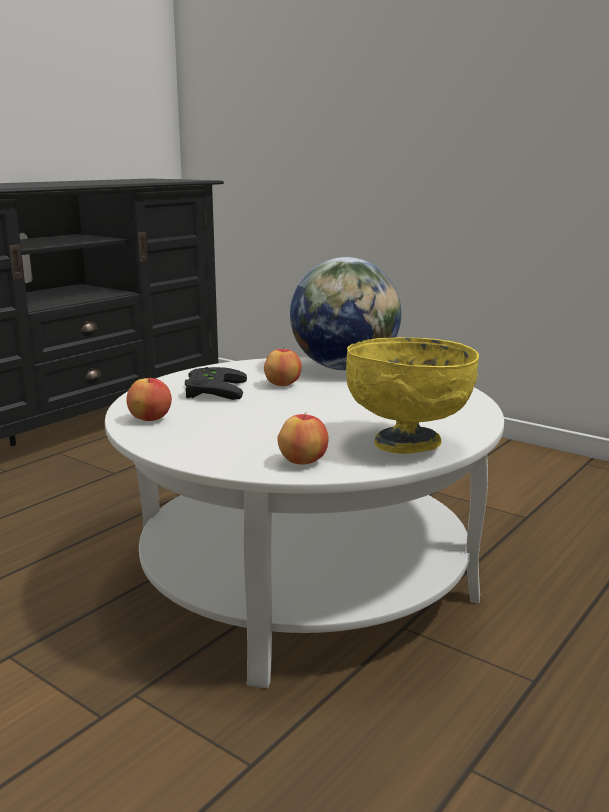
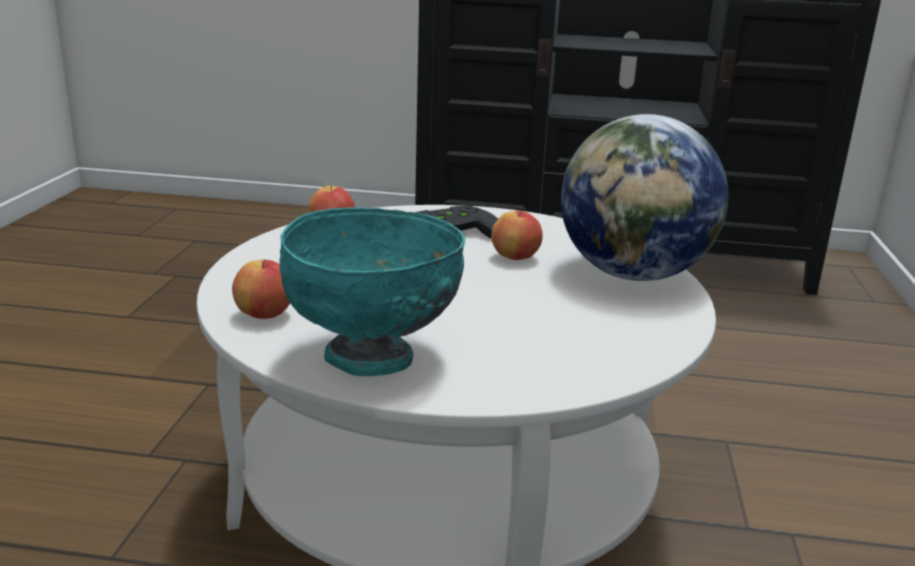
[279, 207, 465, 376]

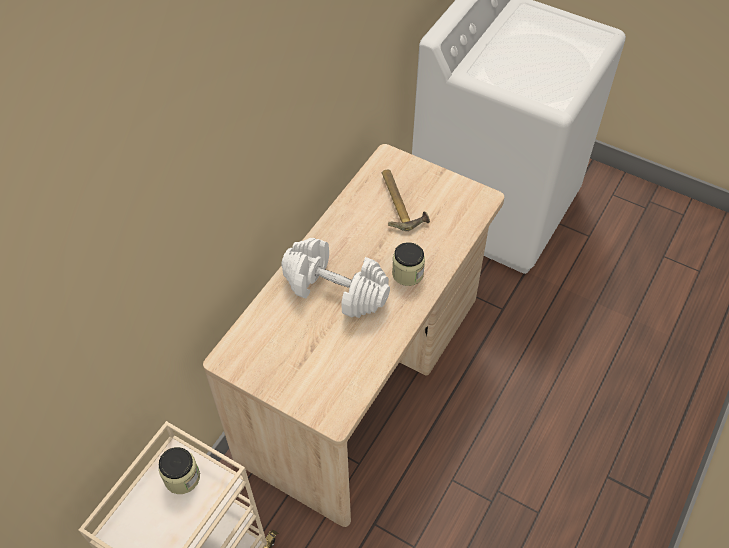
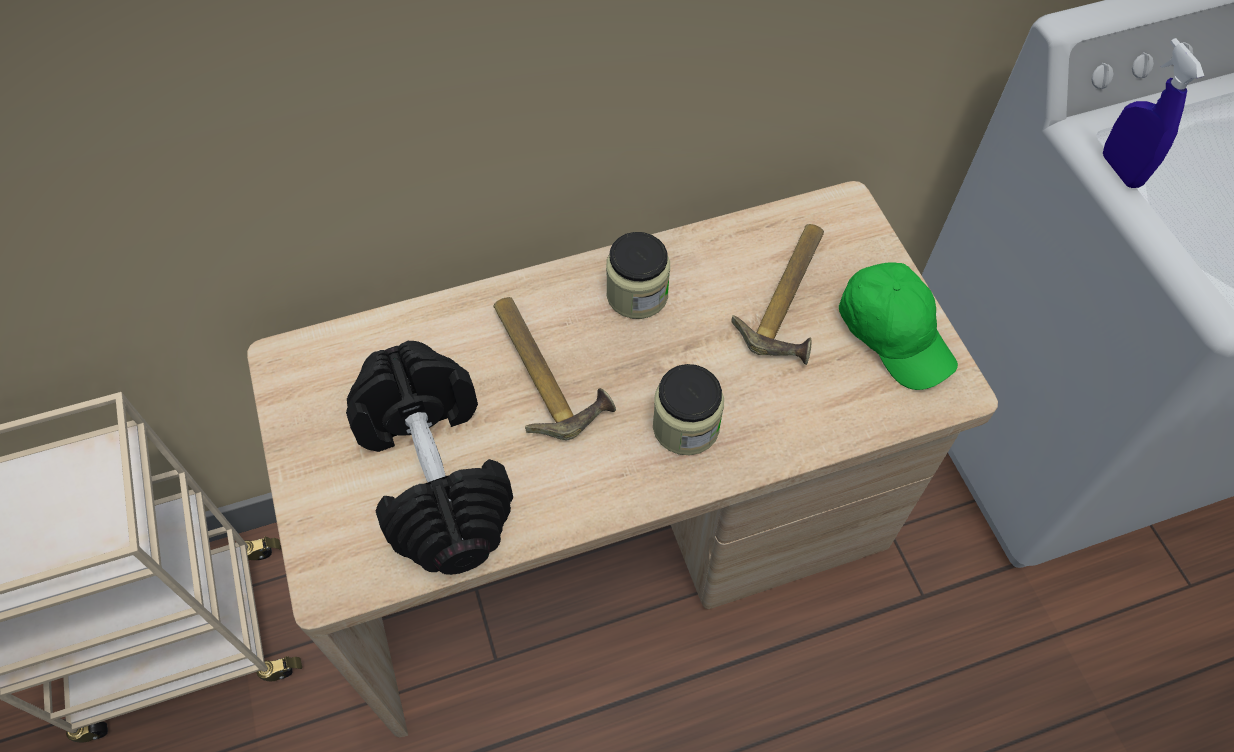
[493, 297, 616, 440]
[606, 232, 670, 319]
[1103, 38, 1204, 188]
[839, 262, 958, 390]
[346, 341, 513, 575]

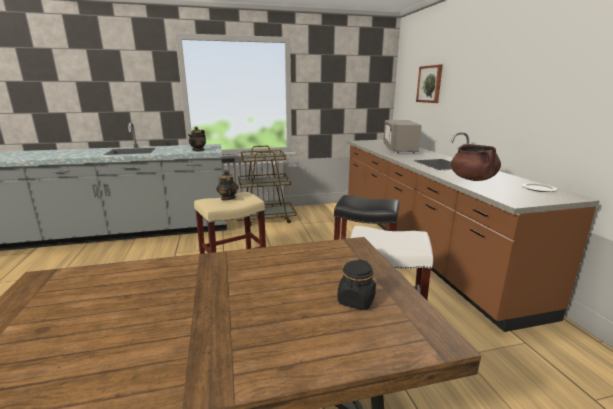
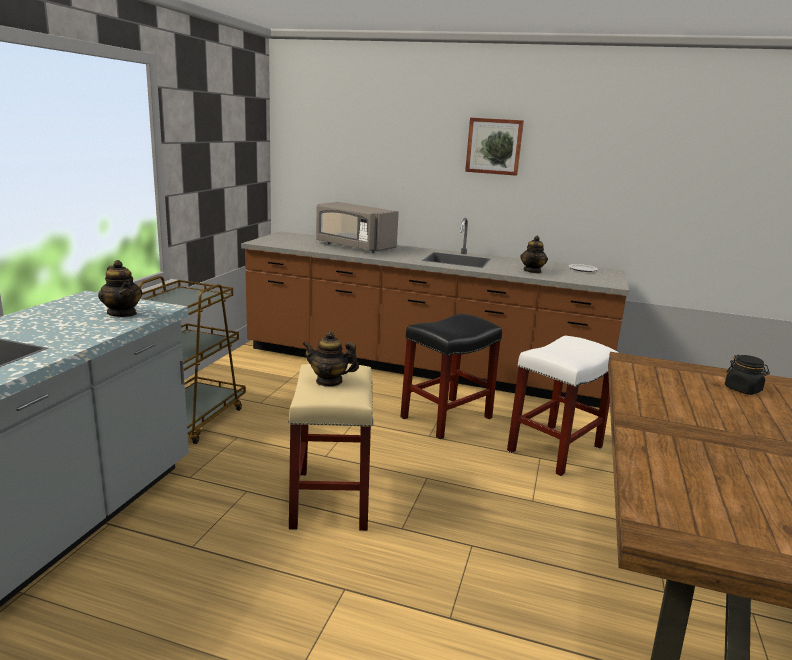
[465, 118, 524, 176]
[520, 236, 548, 273]

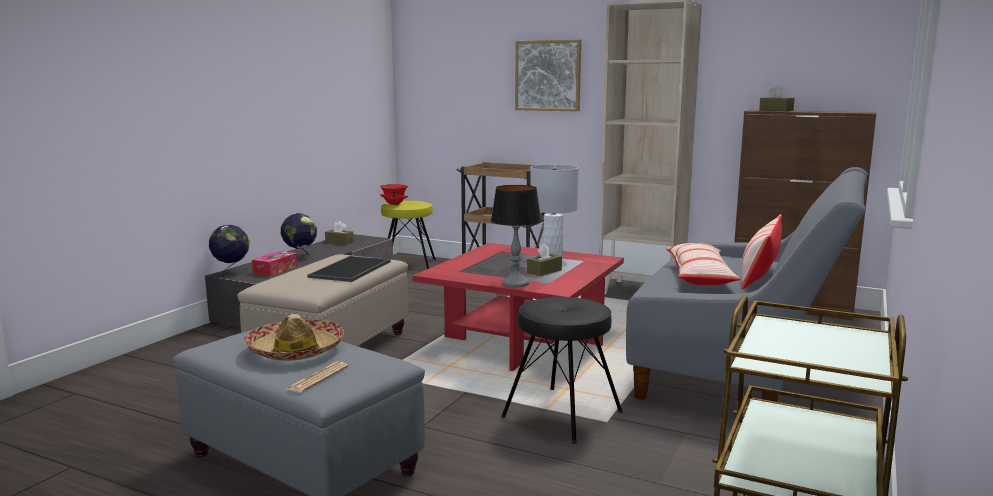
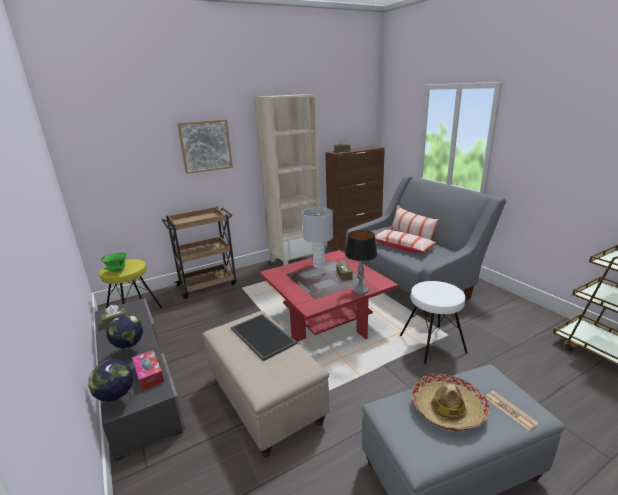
[101, 253, 126, 272]
[400, 281, 468, 365]

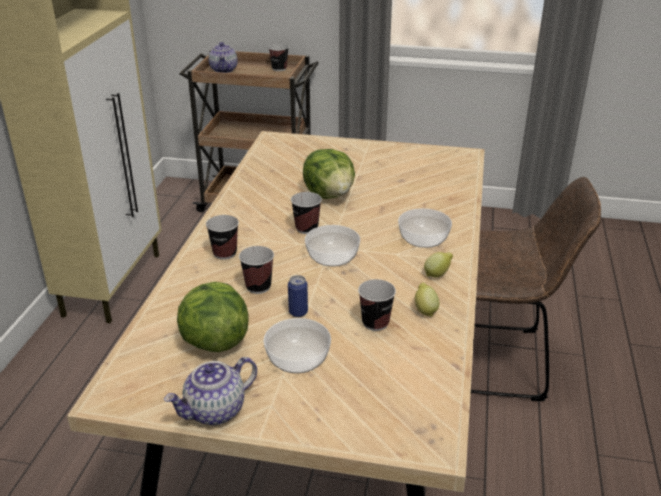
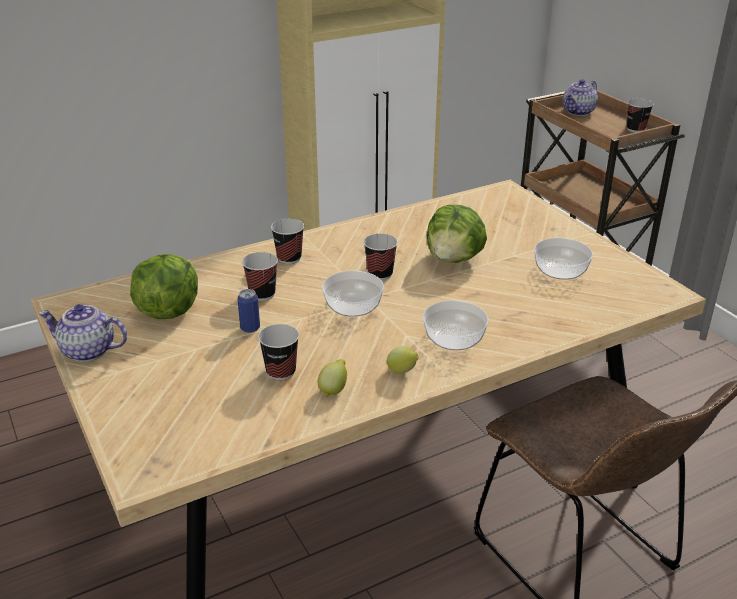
[534, 238, 593, 280]

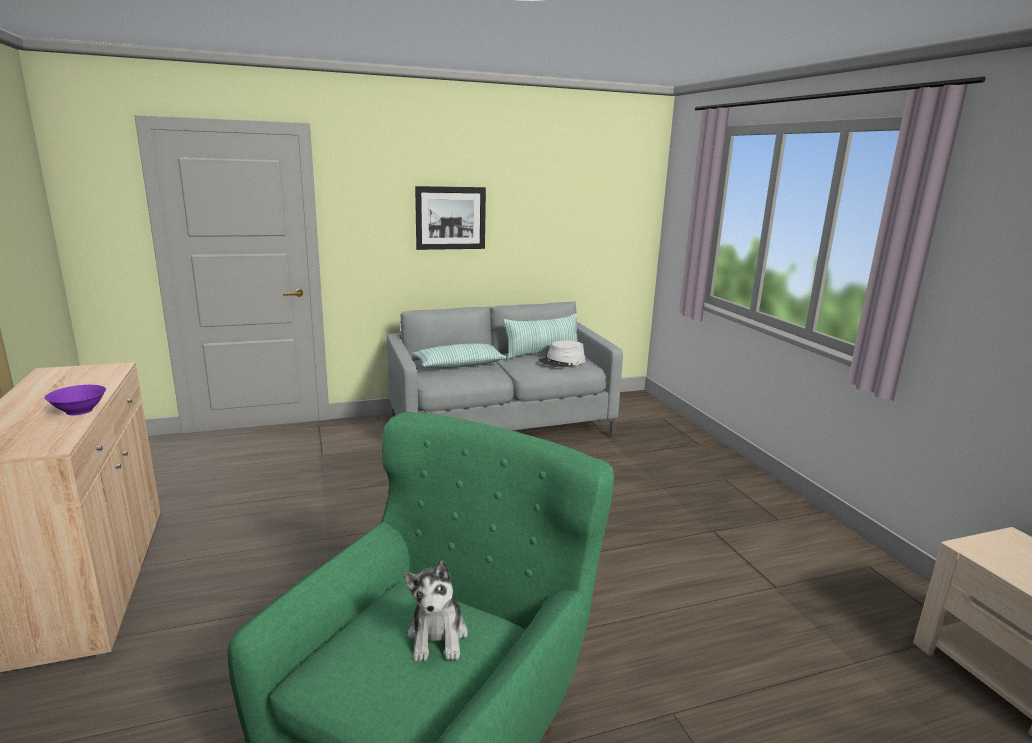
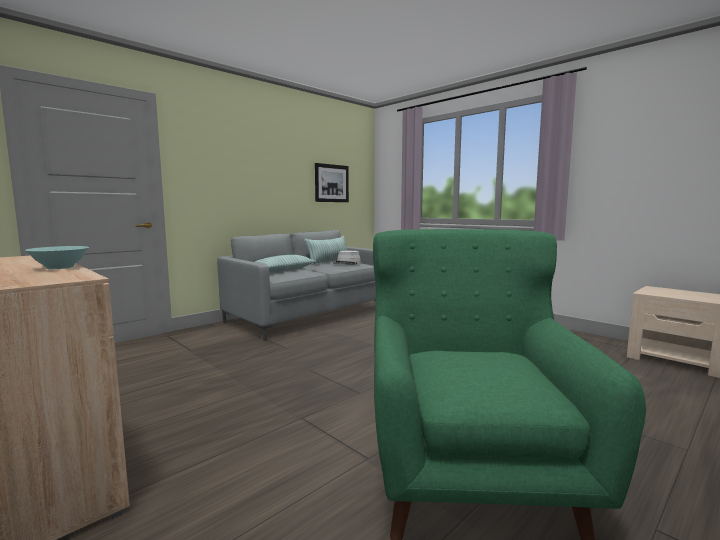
[315, 163, 349, 202]
[25, 246, 89, 269]
[404, 561, 468, 661] (first image)

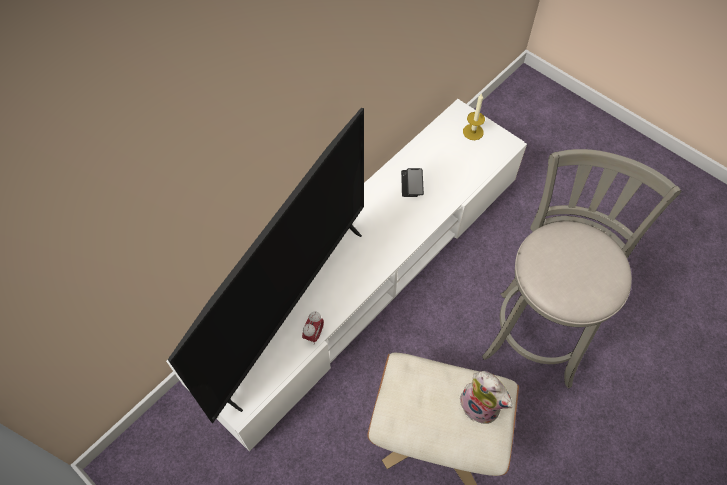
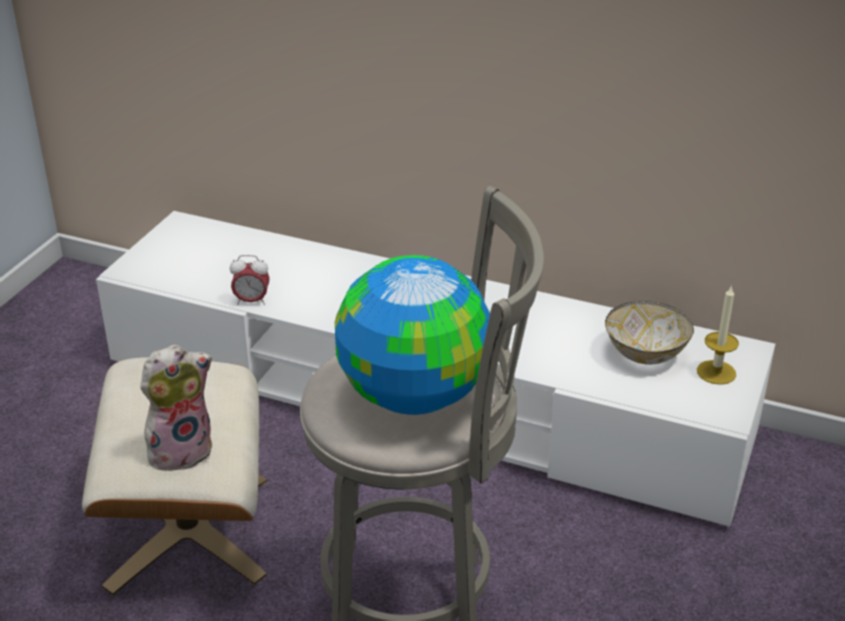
[168, 108, 364, 424] (first image)
[401, 168, 424, 197] (first image)
[140, 344, 212, 471]
[335, 255, 490, 415]
[605, 301, 694, 365]

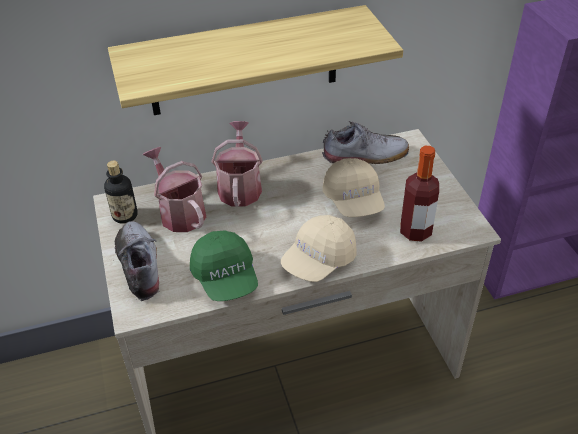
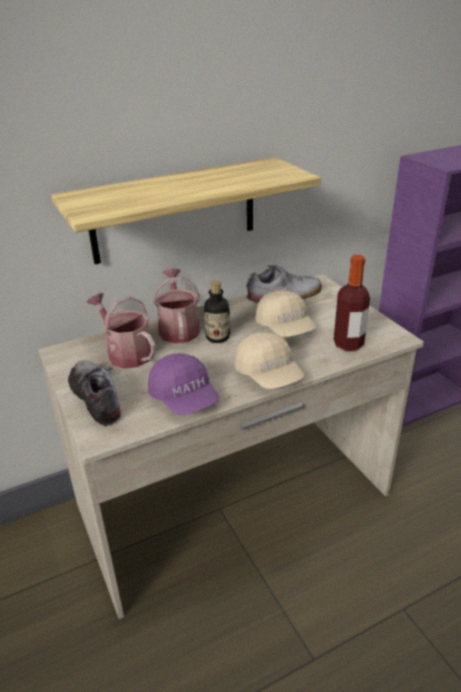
[204, 281, 230, 343]
[234, 332, 304, 389]
[148, 353, 220, 415]

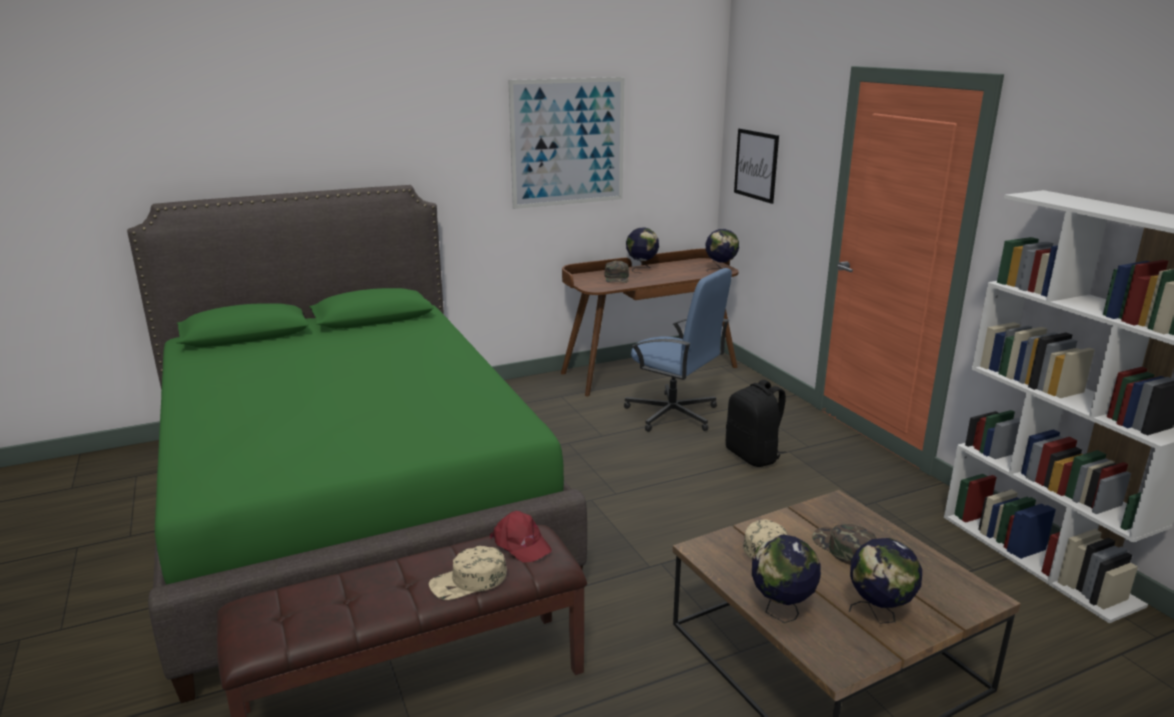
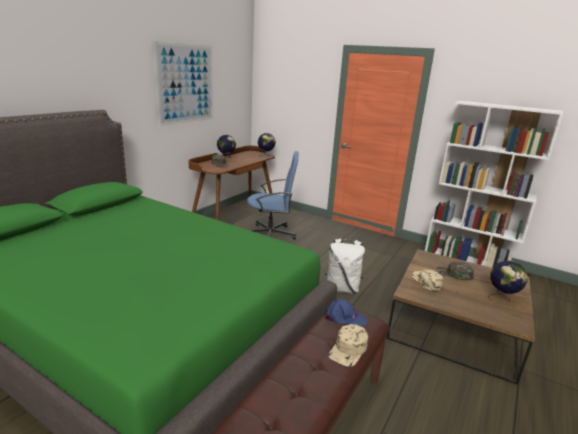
[734, 128, 779, 204] (first image)
[726, 380, 787, 467] (first image)
[324, 299, 367, 327]
[752, 535, 821, 623] (first image)
[325, 239, 365, 294]

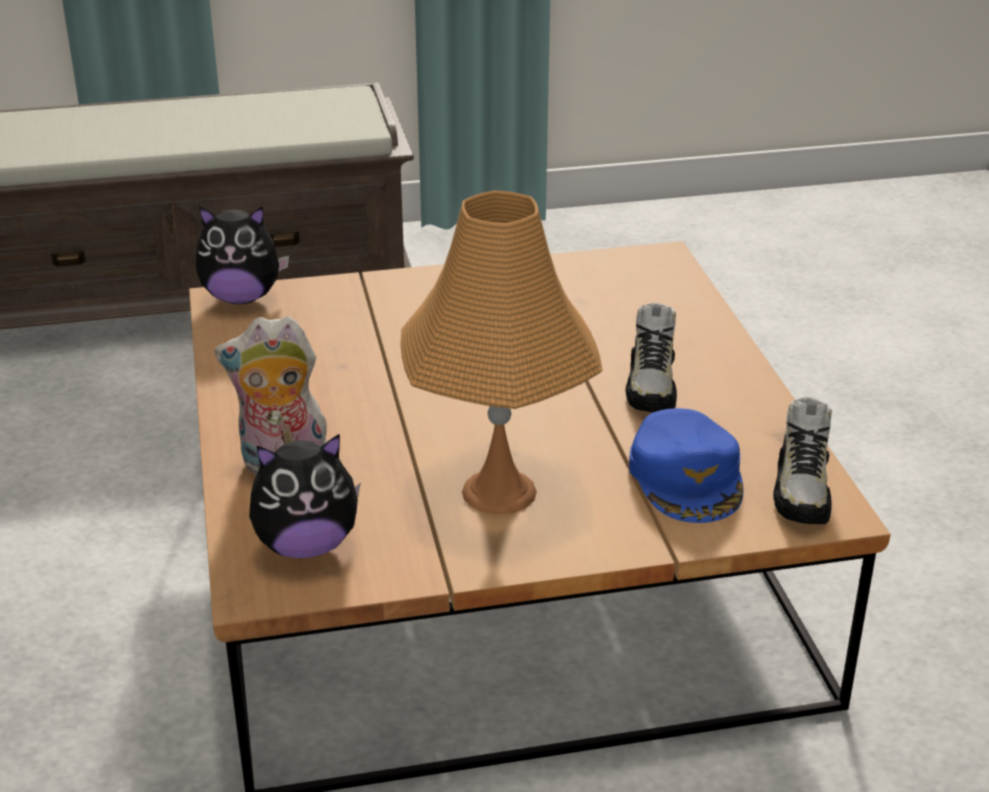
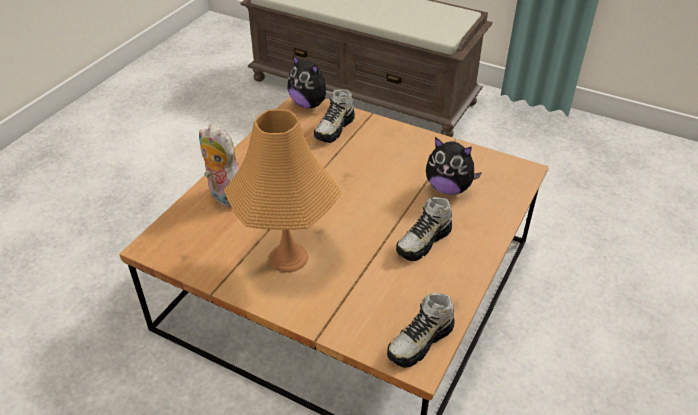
[629, 408, 743, 523] (first image)
[426, 137, 482, 195]
[314, 89, 355, 143]

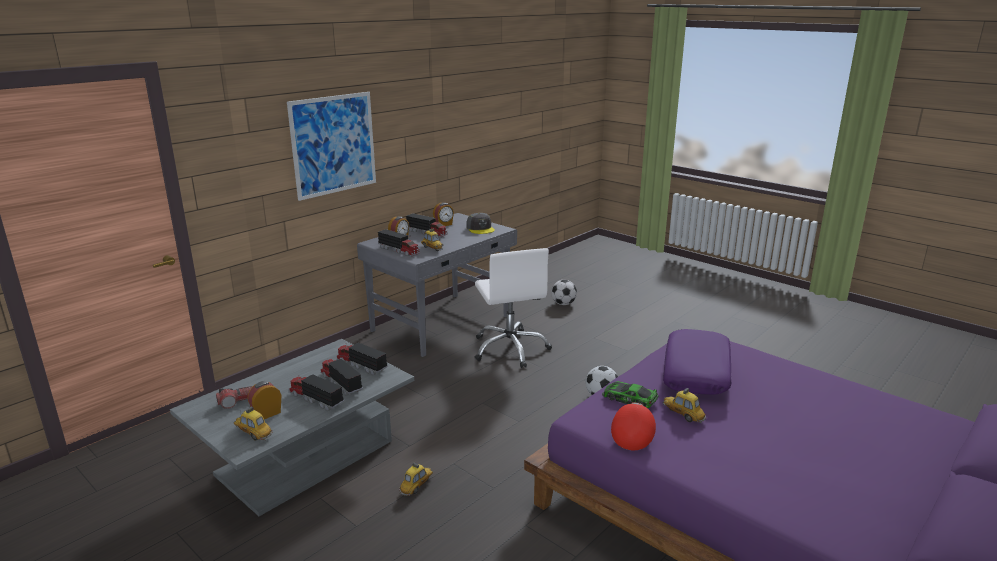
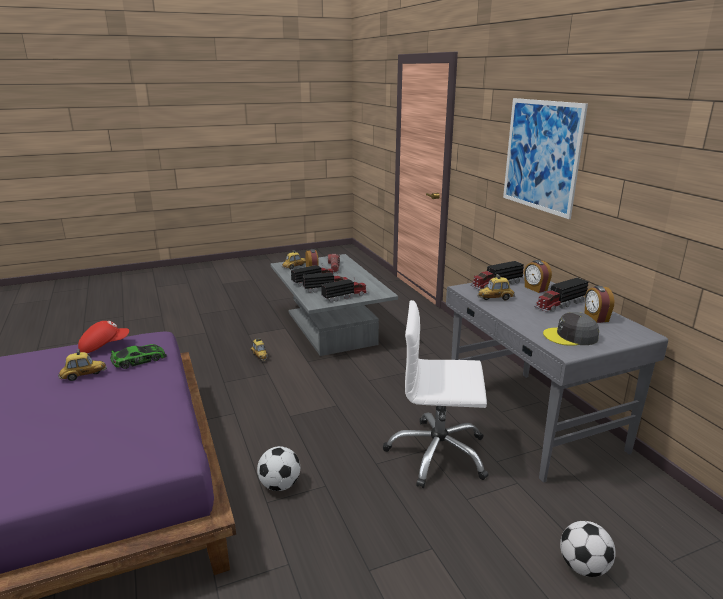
[663, 329, 731, 395] (first image)
[78, 321, 129, 353]

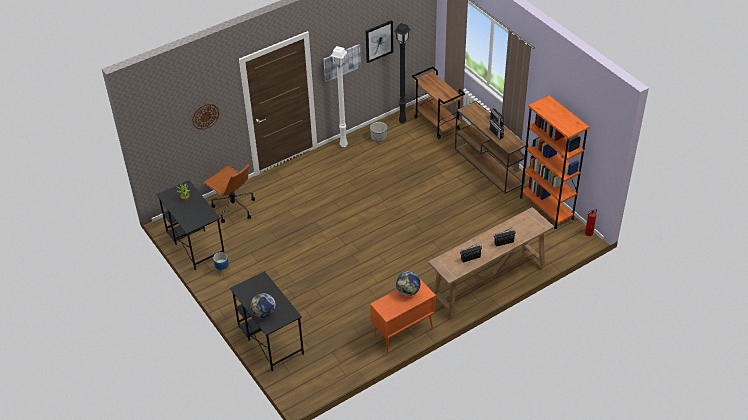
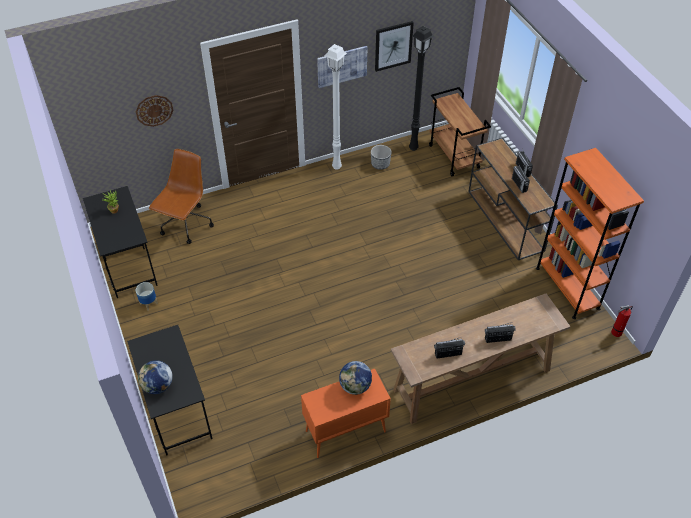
[149, 149, 214, 244]

